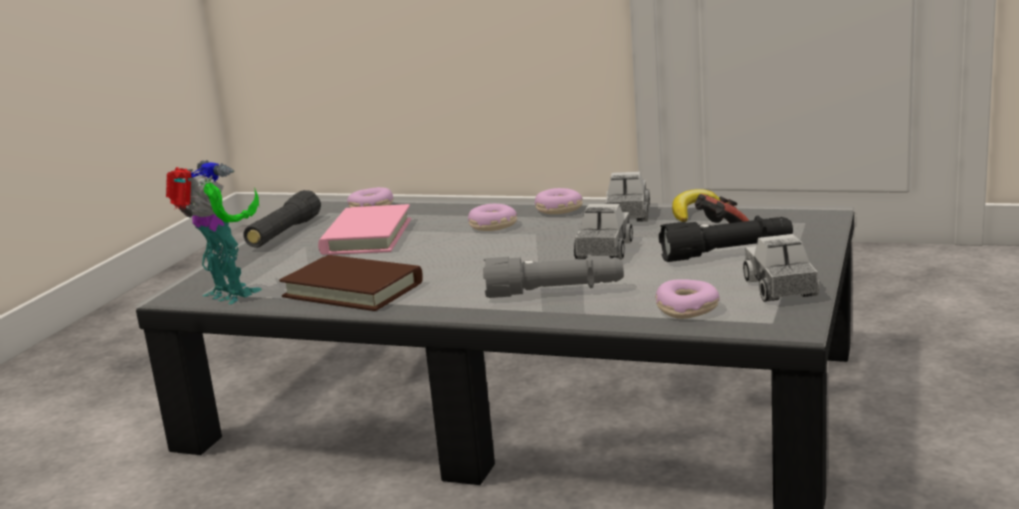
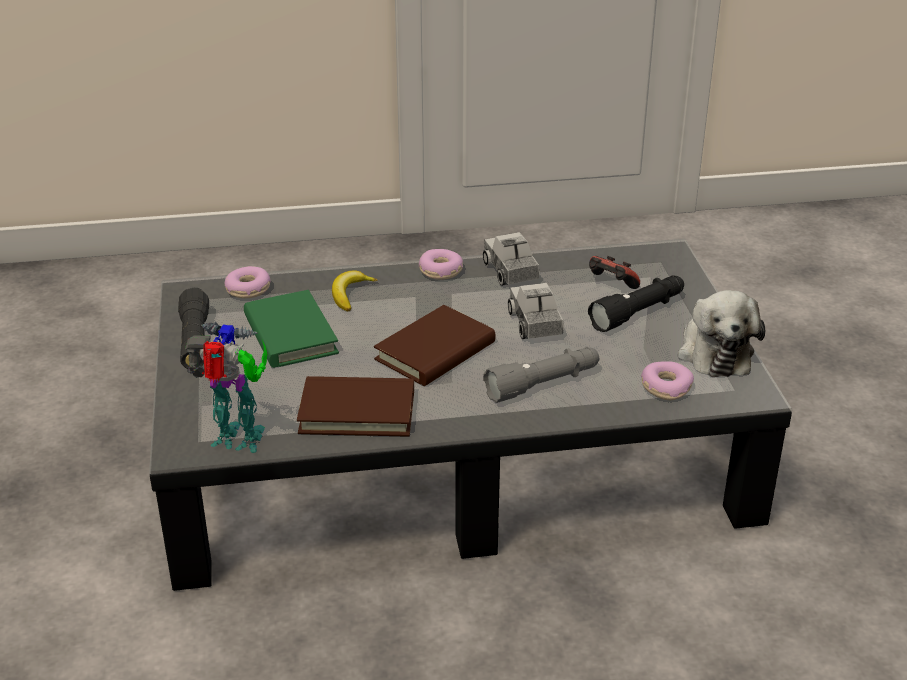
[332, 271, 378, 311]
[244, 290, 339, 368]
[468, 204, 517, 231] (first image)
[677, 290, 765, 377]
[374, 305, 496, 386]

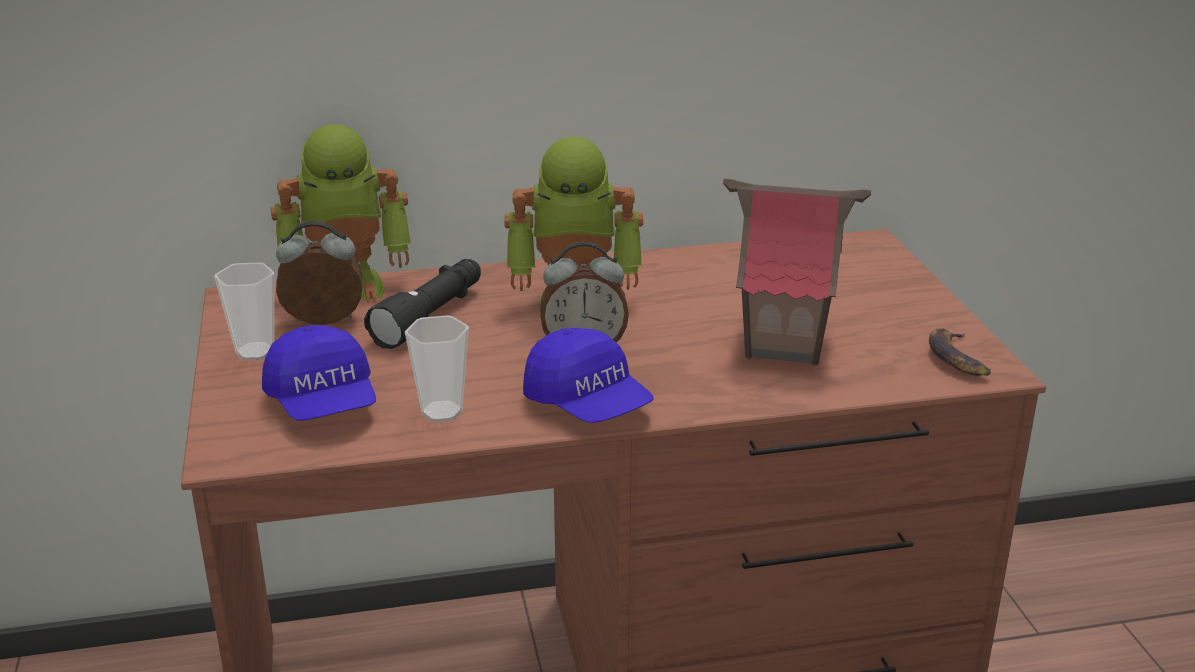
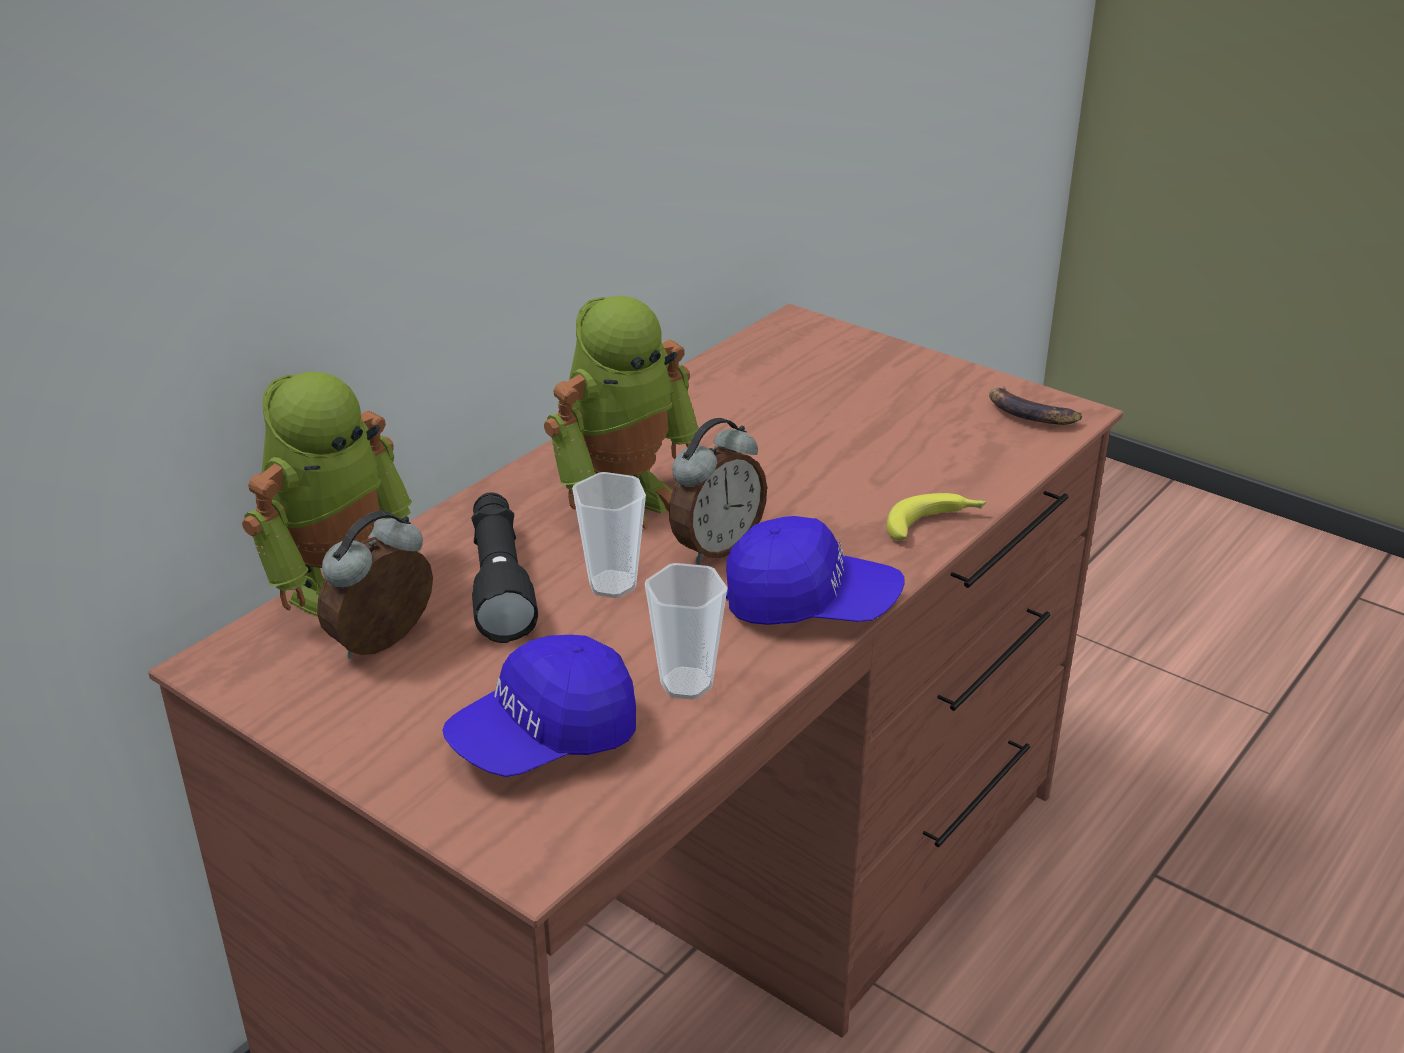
[723, 179, 871, 365] (first image)
[572, 472, 646, 598]
[442, 635, 636, 777]
[887, 493, 987, 541]

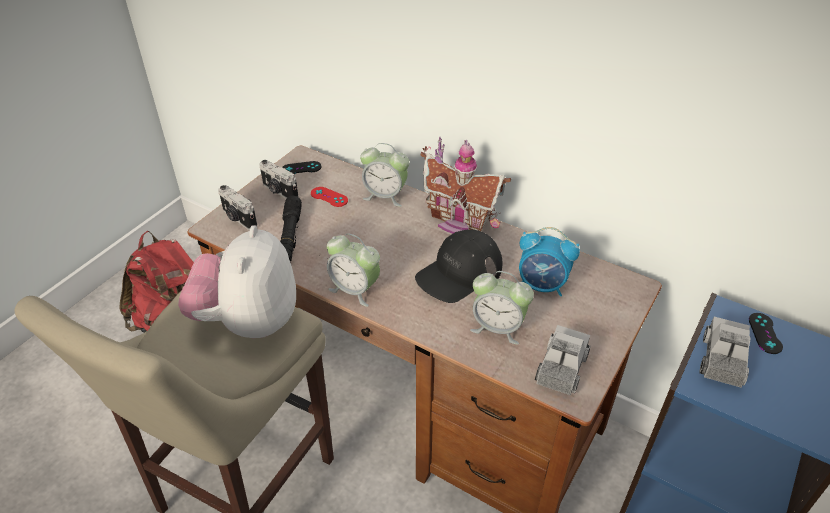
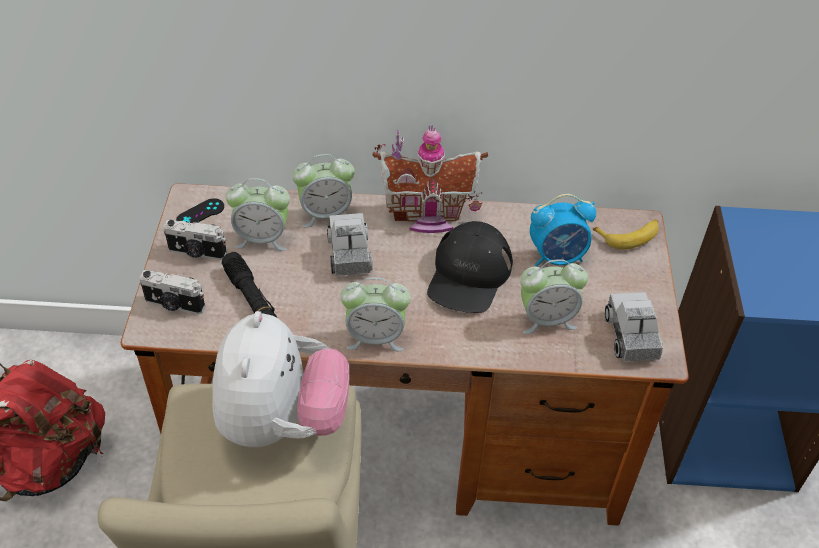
[226, 178, 290, 251]
[212, 311, 349, 447]
[749, 313, 783, 354] (first image)
[327, 213, 372, 276]
[593, 219, 659, 249]

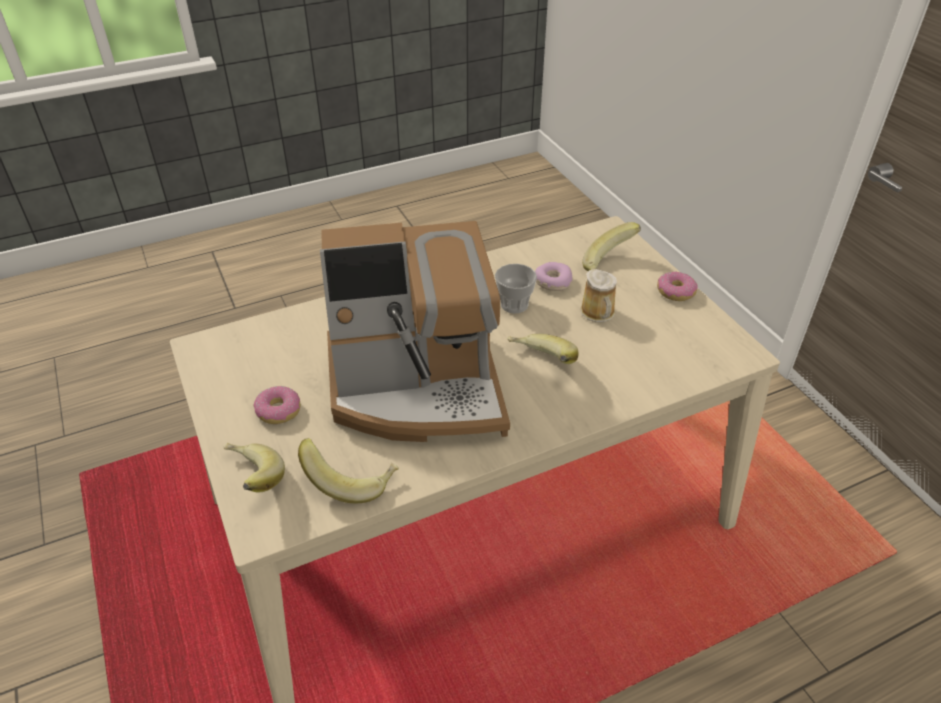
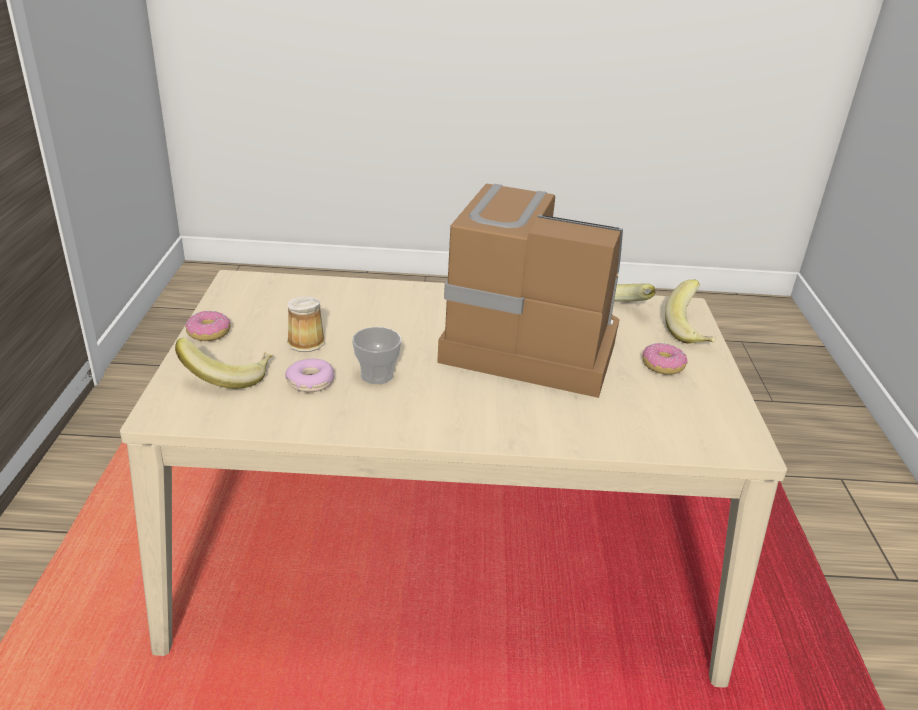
[507, 334, 578, 364] (first image)

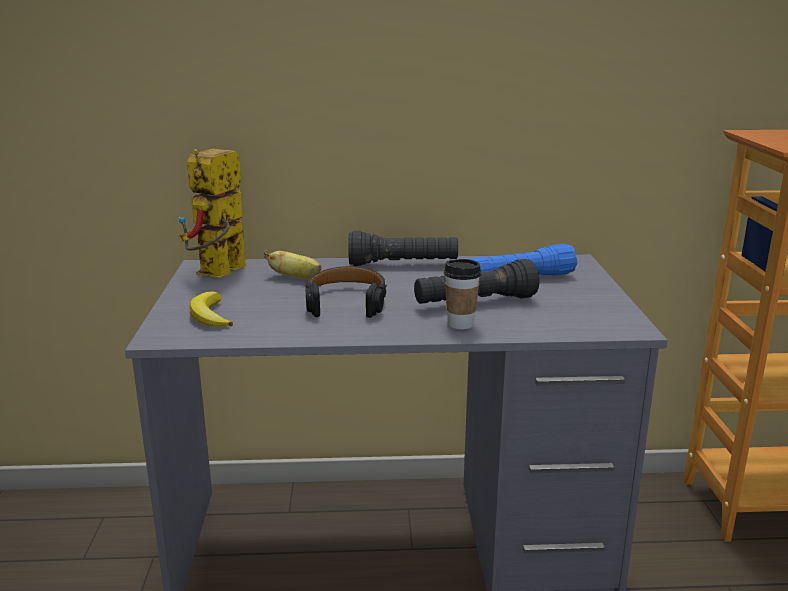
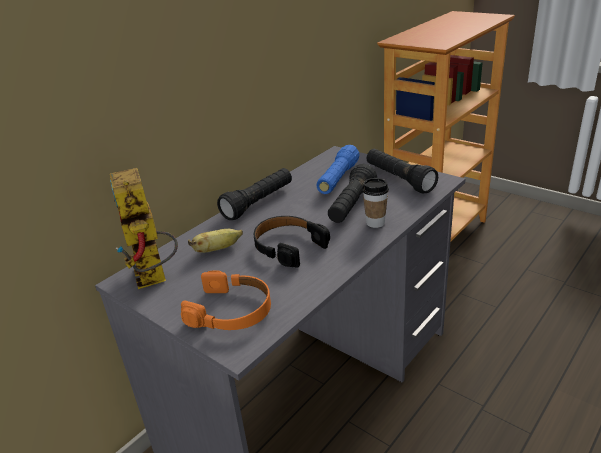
[181, 270, 271, 330]
[366, 149, 438, 194]

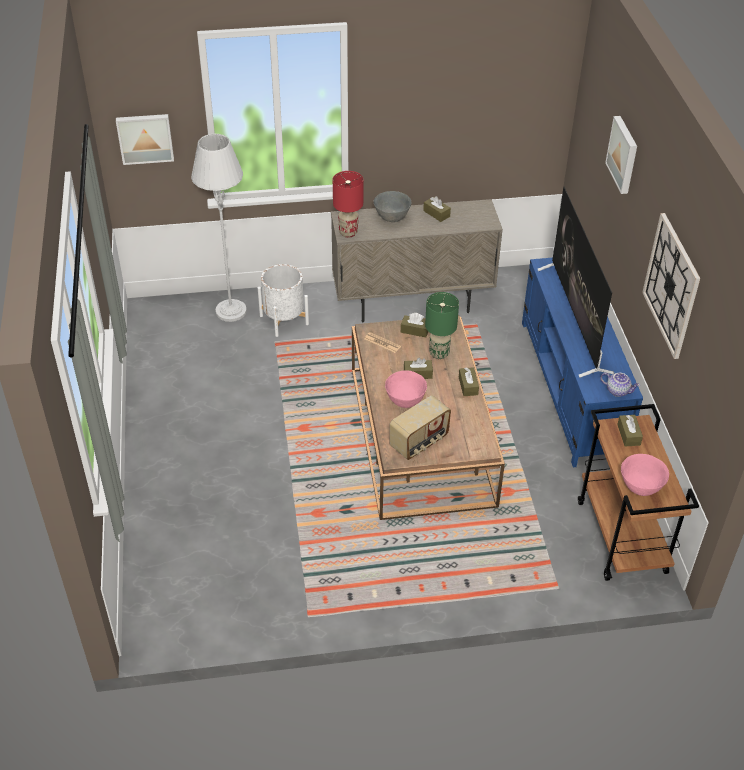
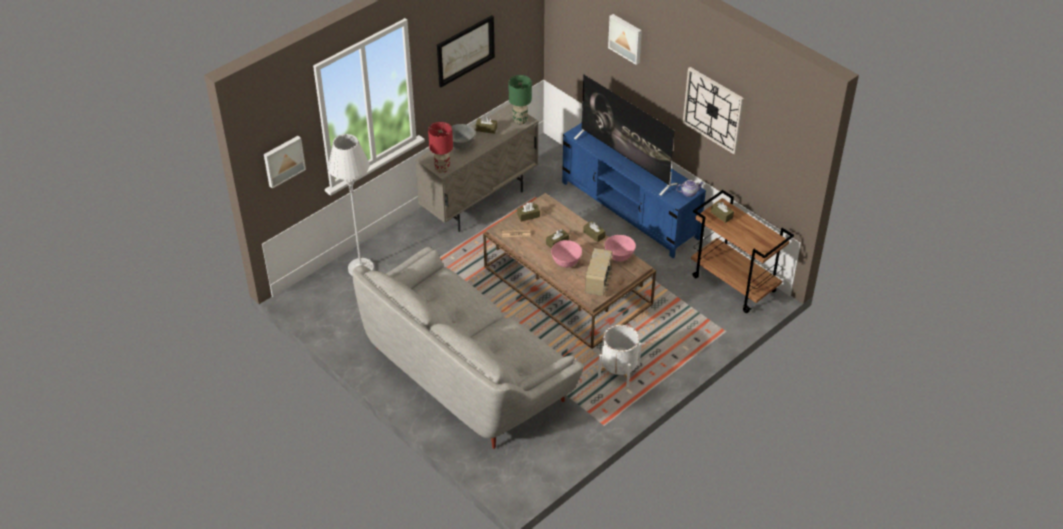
[598, 325, 642, 387]
[509, 75, 532, 125]
[605, 235, 636, 262]
[437, 15, 495, 87]
[352, 247, 584, 449]

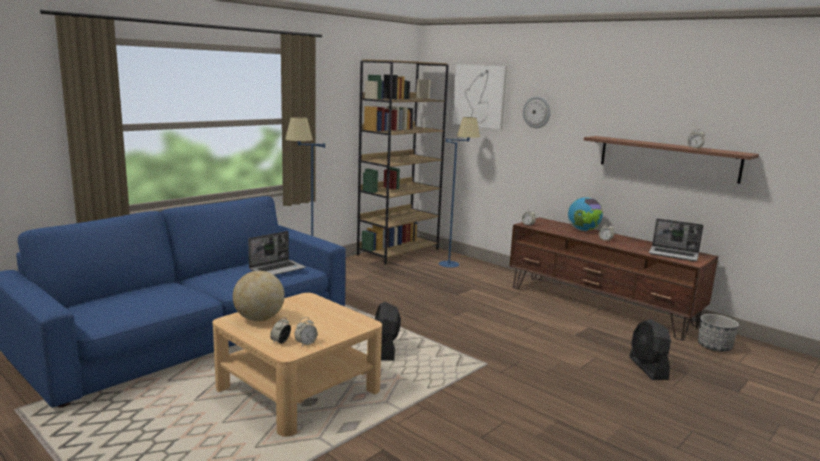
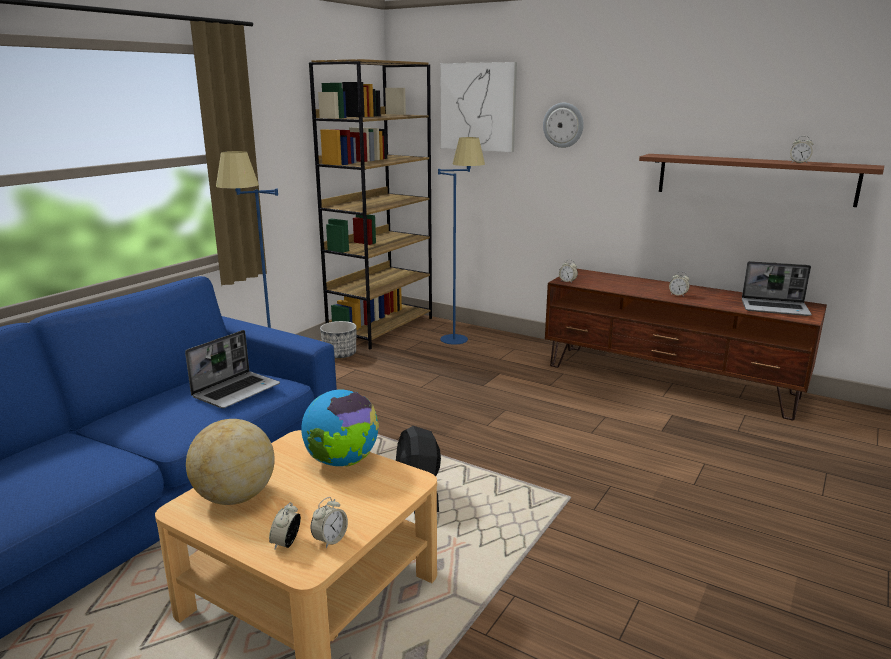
[301, 390, 379, 467]
[320, 321, 357, 359]
[629, 319, 671, 380] (first image)

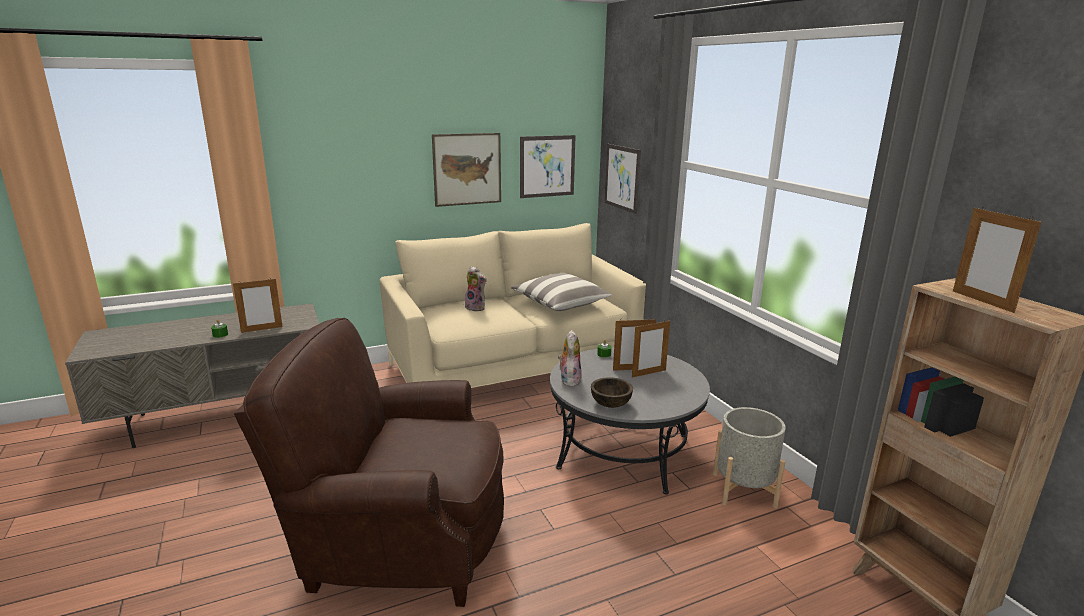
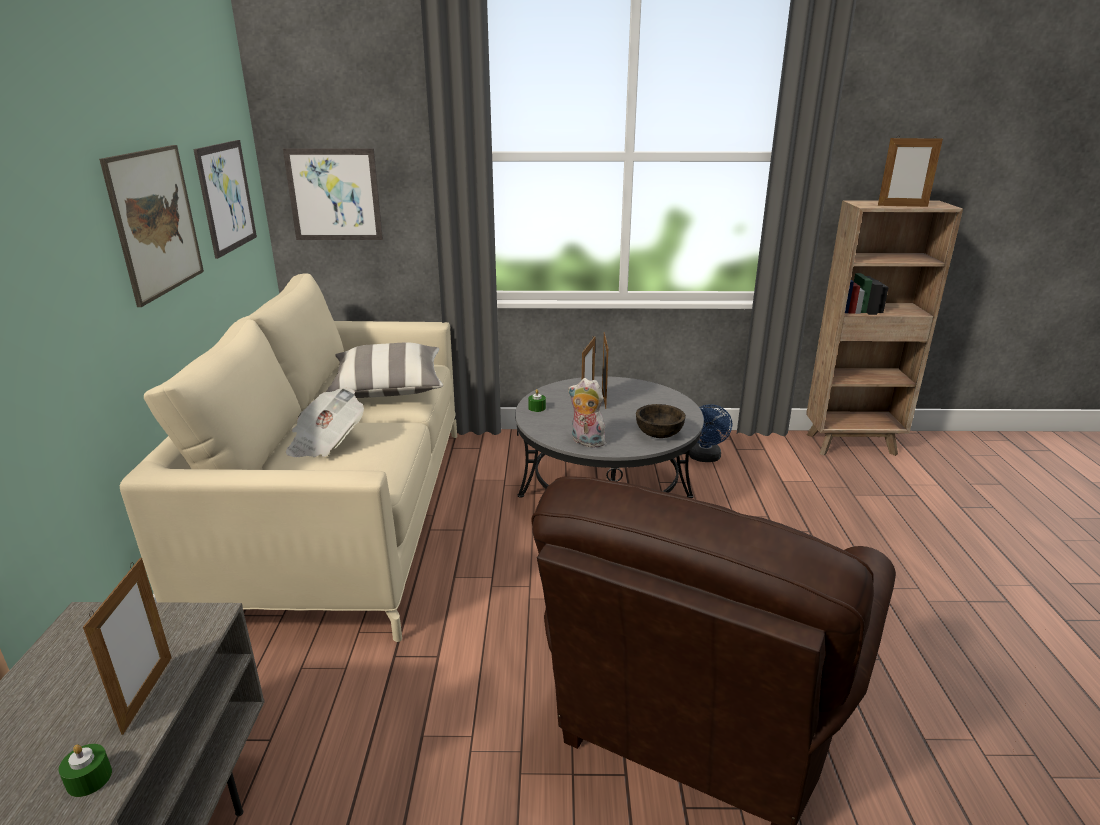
[286, 388, 364, 457]
[689, 404, 732, 462]

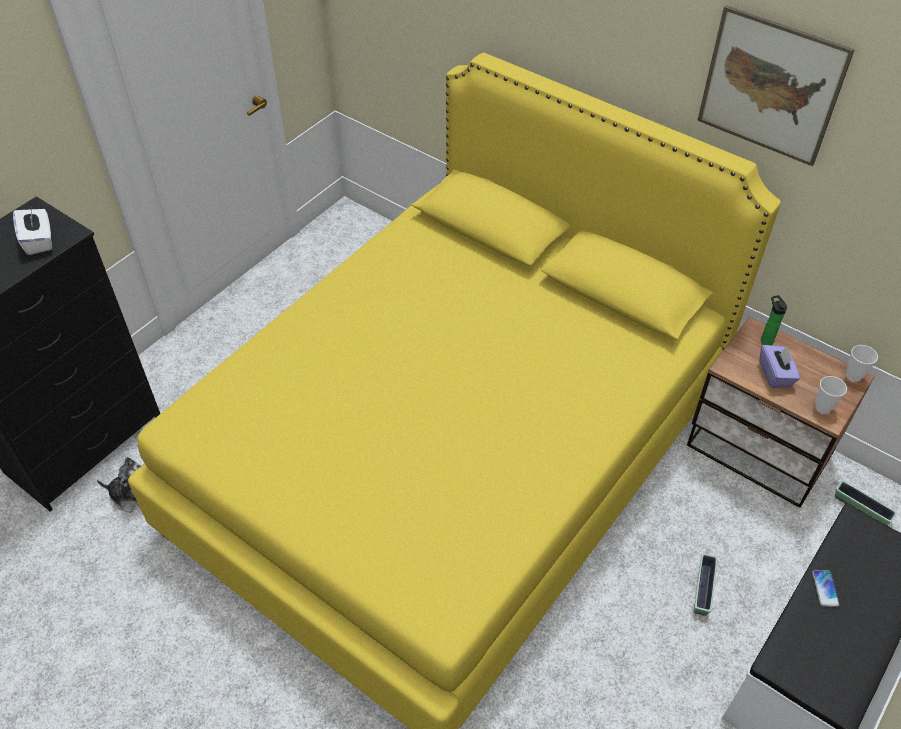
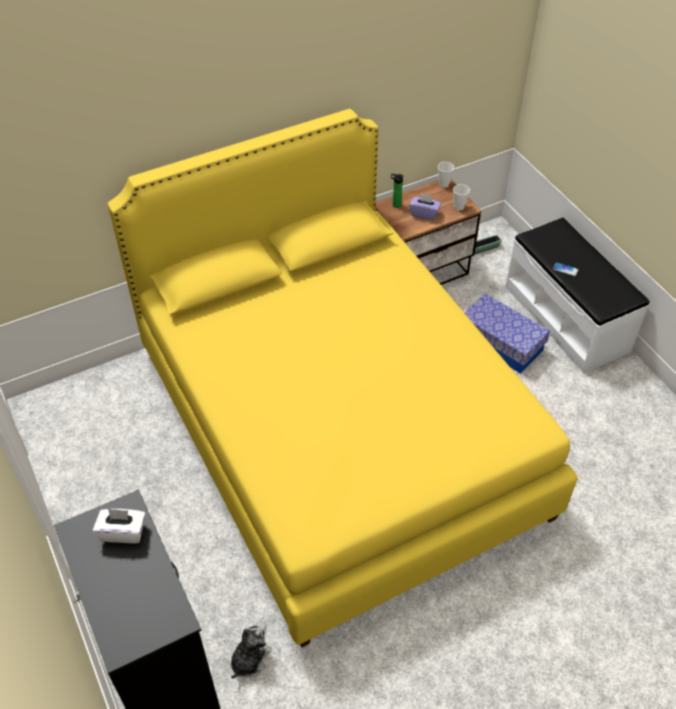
[697, 5, 855, 166] (first image)
[464, 293, 550, 374]

